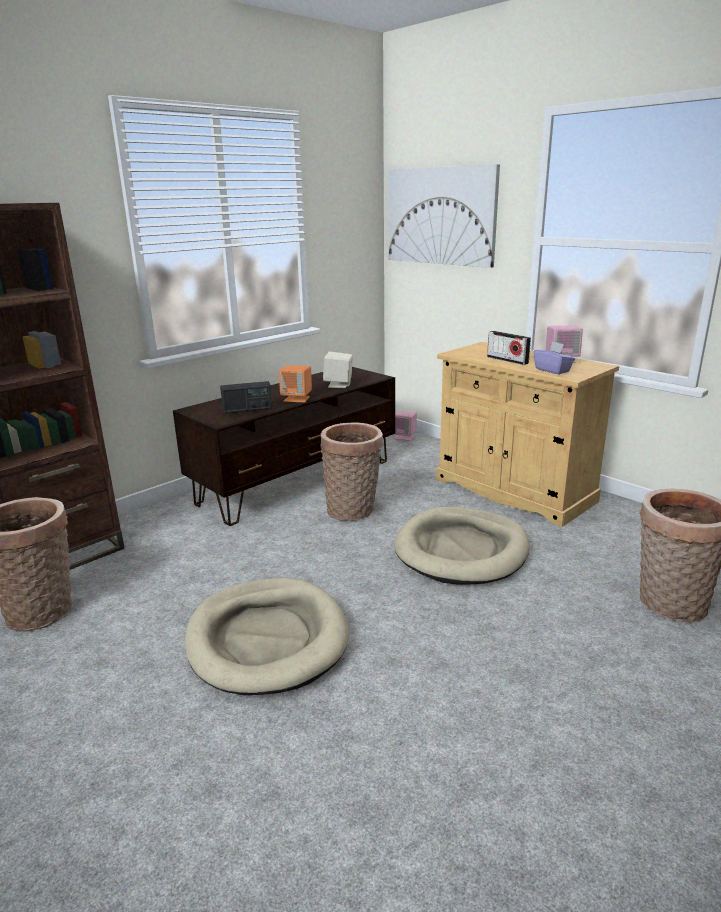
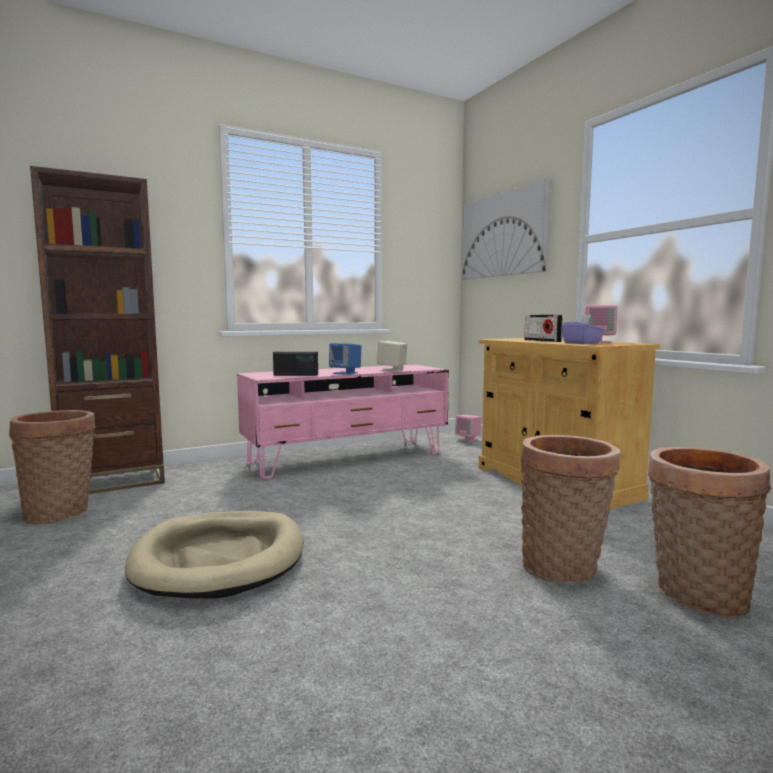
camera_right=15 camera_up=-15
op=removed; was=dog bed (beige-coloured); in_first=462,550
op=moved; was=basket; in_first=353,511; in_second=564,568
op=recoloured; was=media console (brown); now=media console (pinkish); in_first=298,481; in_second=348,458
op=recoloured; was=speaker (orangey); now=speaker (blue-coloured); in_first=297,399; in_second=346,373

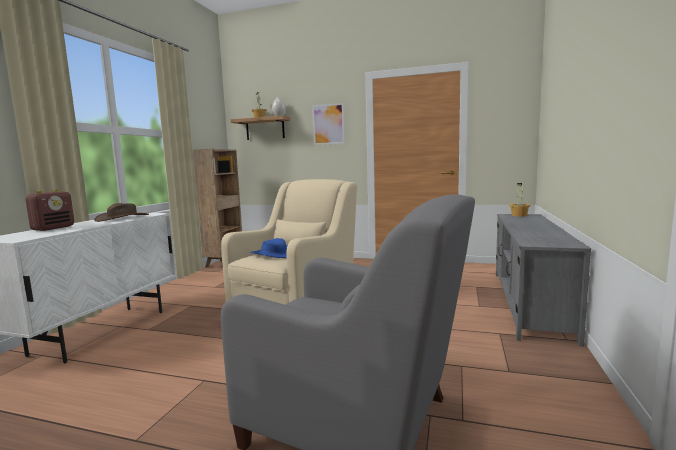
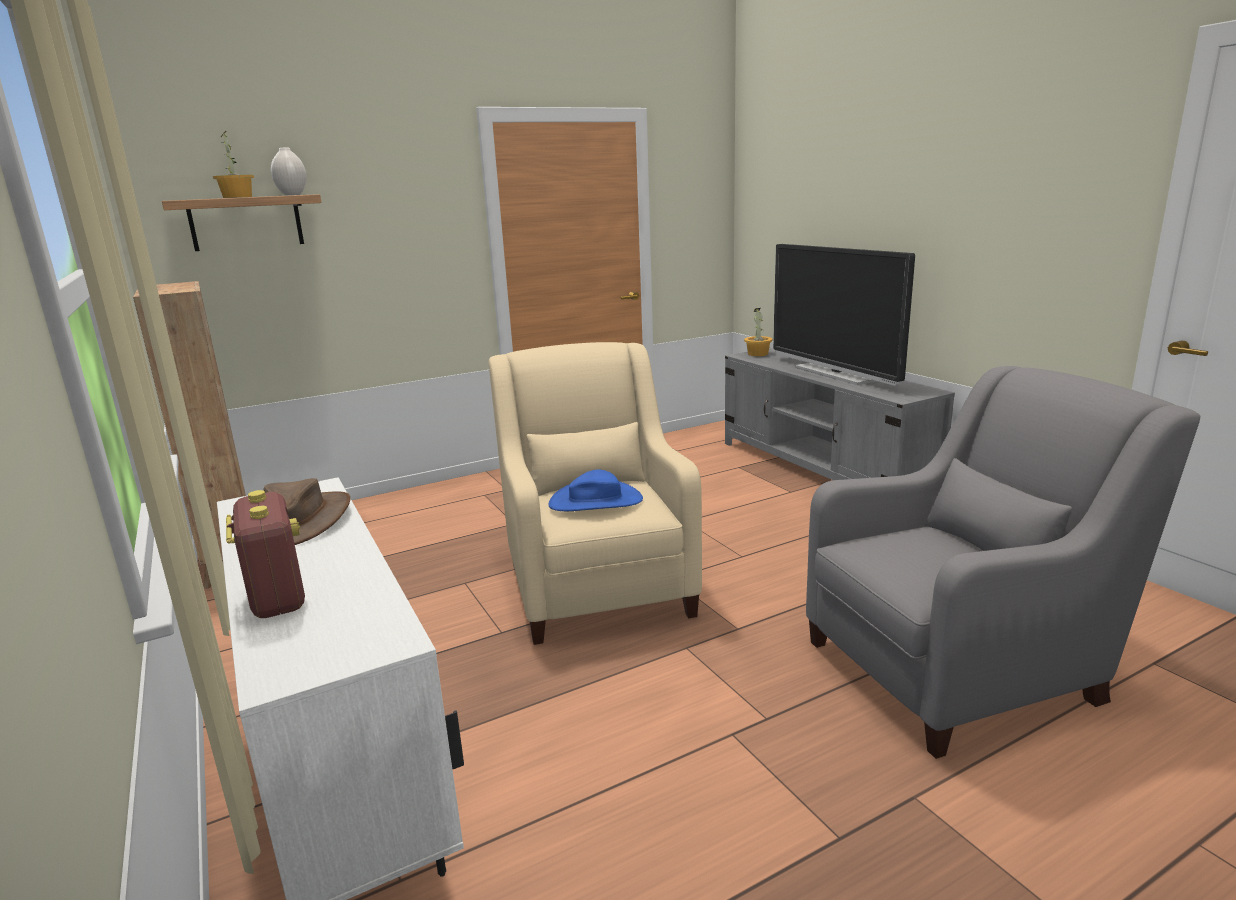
camera_right=-45 camera_up=10
op=removed; was=wall art; in_first=328,124
op=added; now=television; in_second=835,373

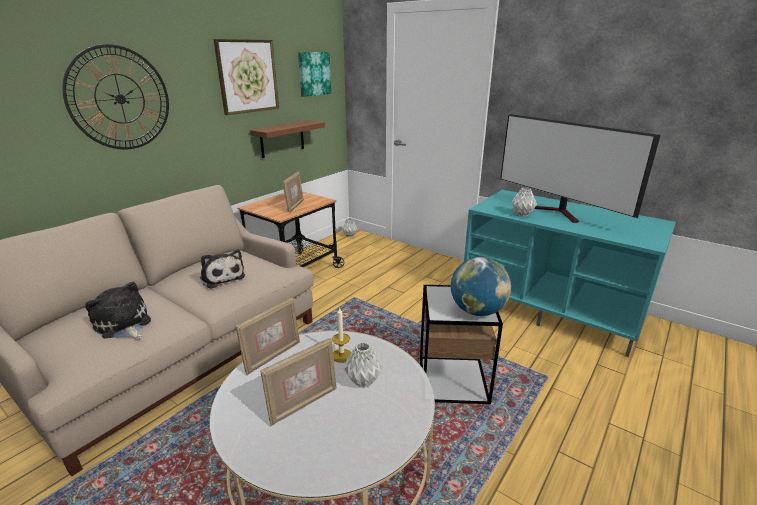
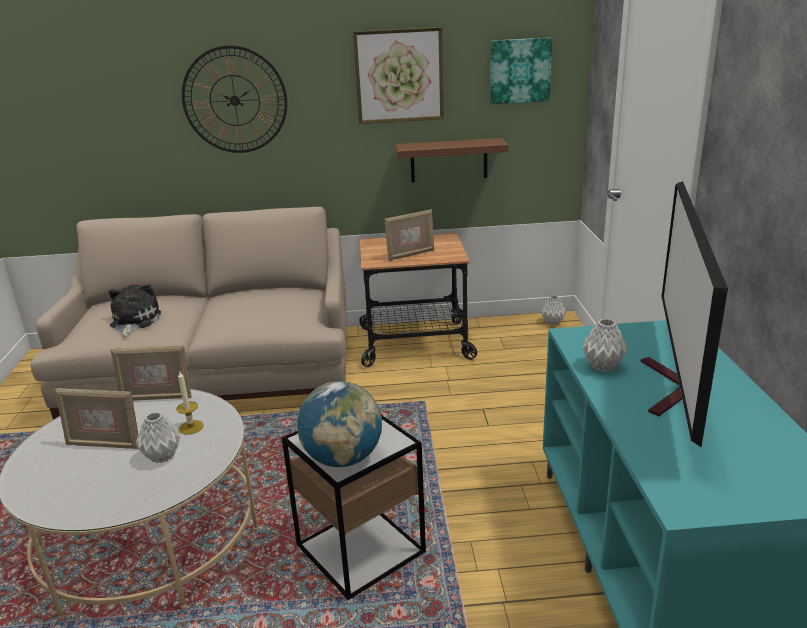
camera_right=50 camera_up=0
op=removed; was=soft toy; in_first=222,277

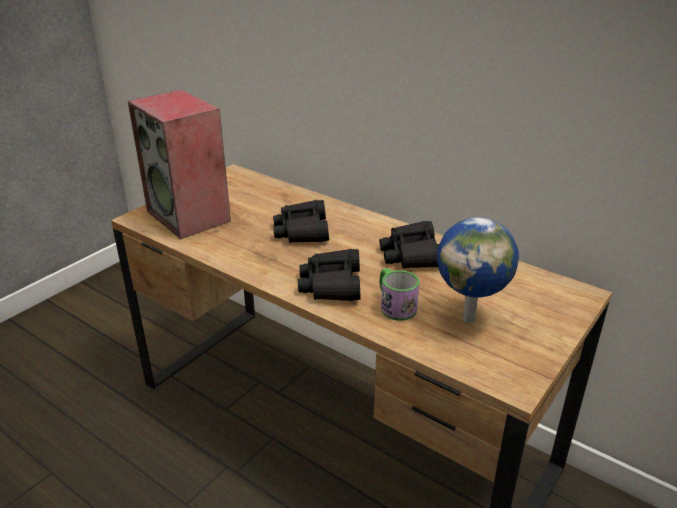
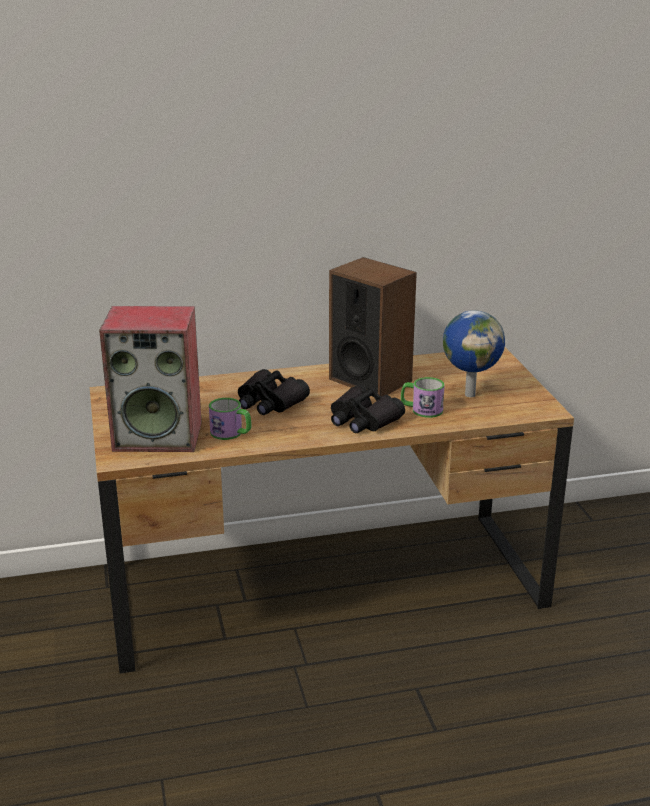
camera_right=-50 camera_up=-5
op=added; now=coffee mug; in_second=231,433
op=replaced; was=binoculars (black); now=speaker; in_first=412,255; in_second=370,380

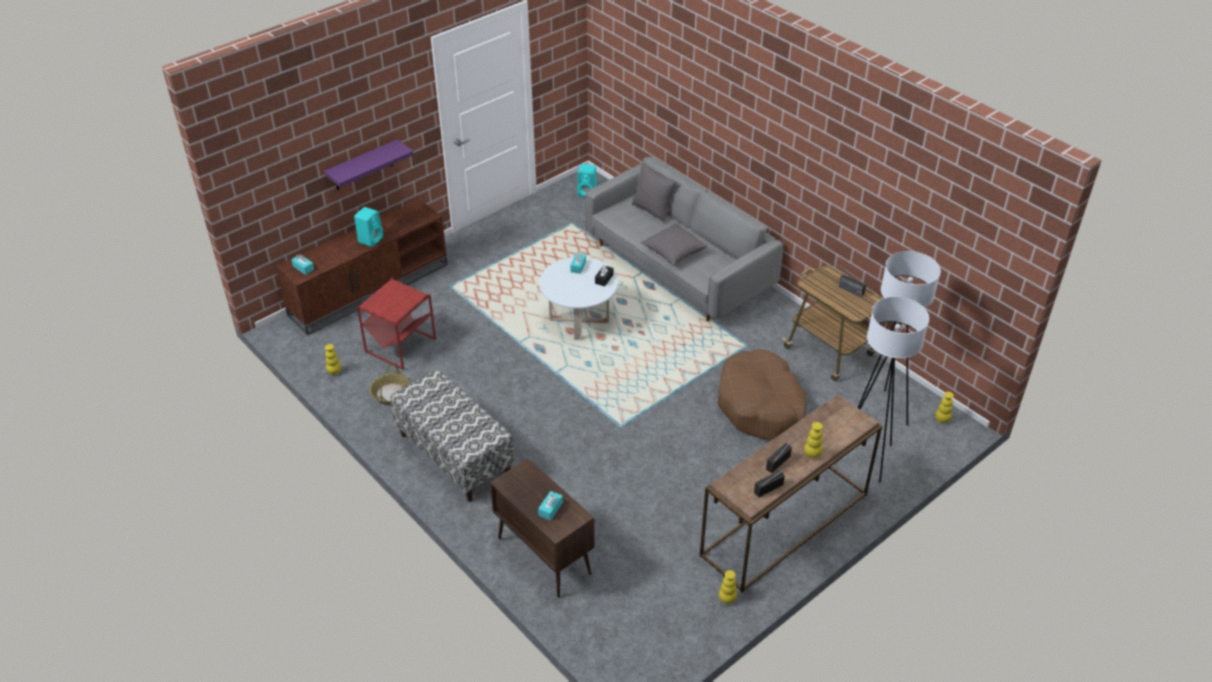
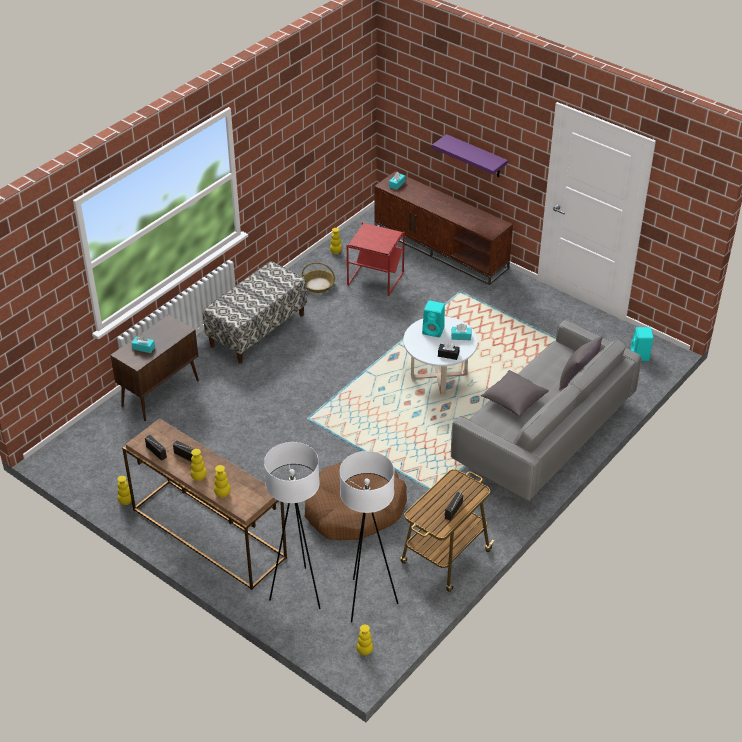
camera_right=80 camera_up=0
op=added; now=vase (yellow-coloured); in_second=222,494
op=moved; was=speaker (blue-green); in_first=371,239; in_second=434,331

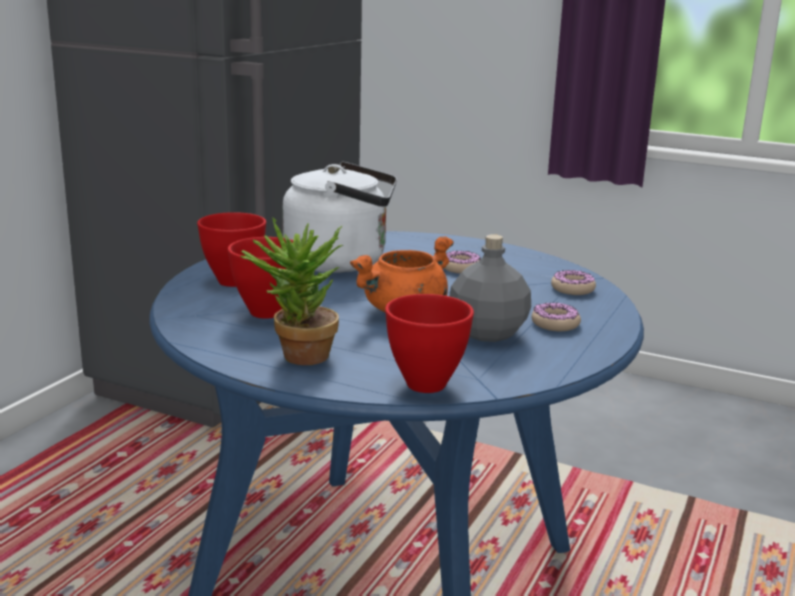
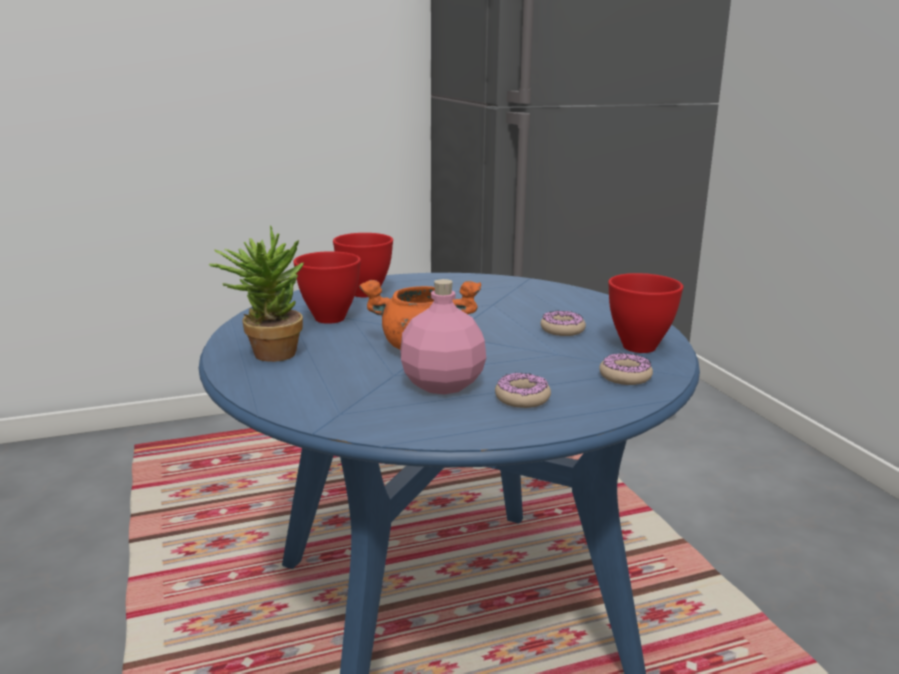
camera_right=45 camera_up=0
op=removed; was=water kettle (white); in_first=342,262
op=moved; was=bowl (red-coloured); in_first=427,385; in_second=639,348
op=recoloured; was=bottle (gray); now=bottle (pinkish); in_first=488,333; in_second=441,385

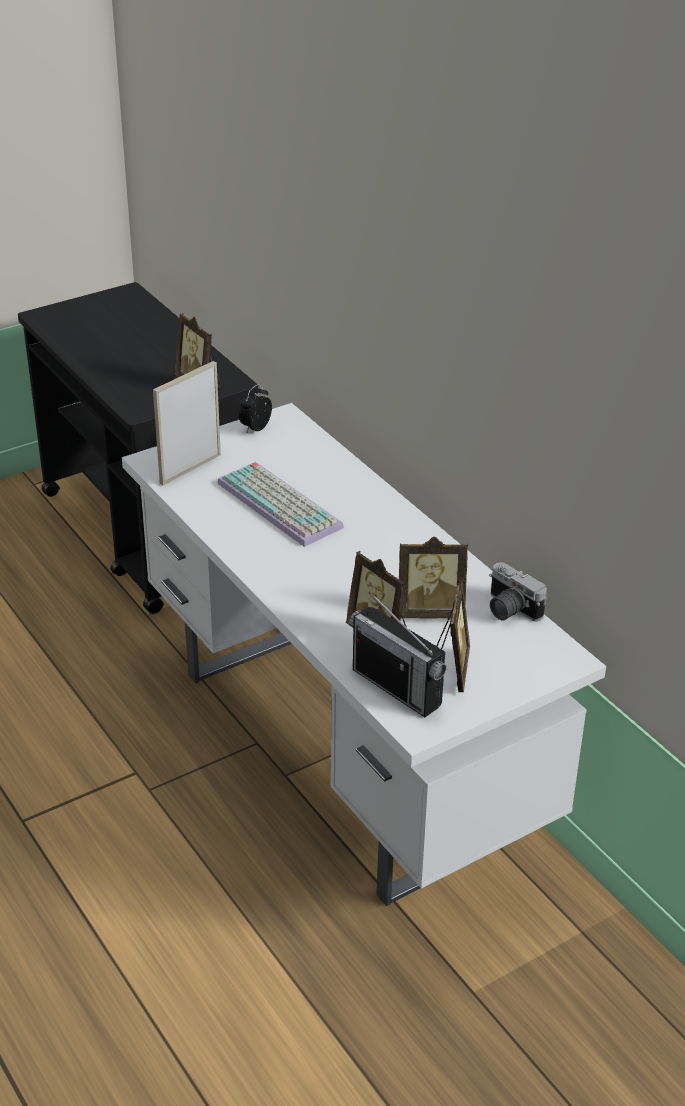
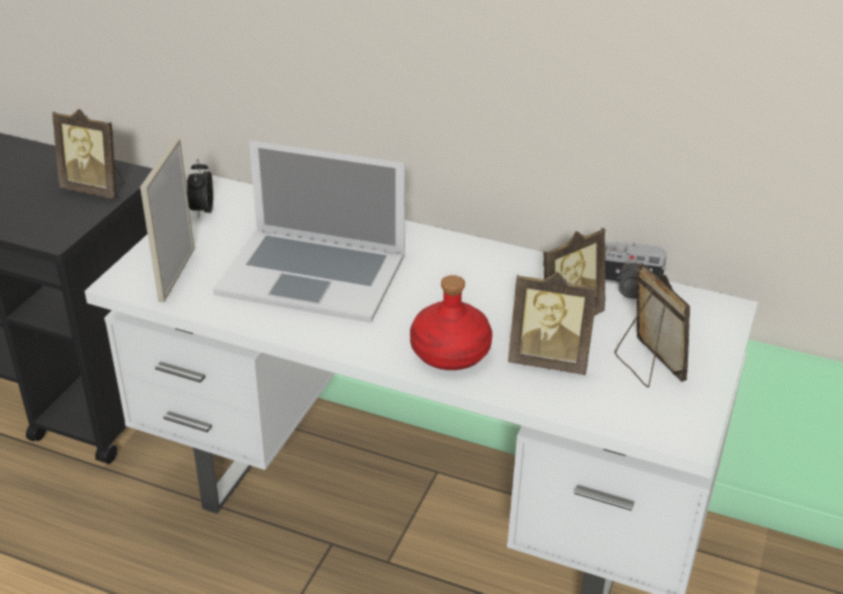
camera_right=-35 camera_up=0
op=removed; was=radio; in_first=396,687
op=added; now=bottle (red-coloured); in_second=449,352
op=replaced; was=computer keyboard; now=notebook computer; in_first=282,505; in_second=312,274

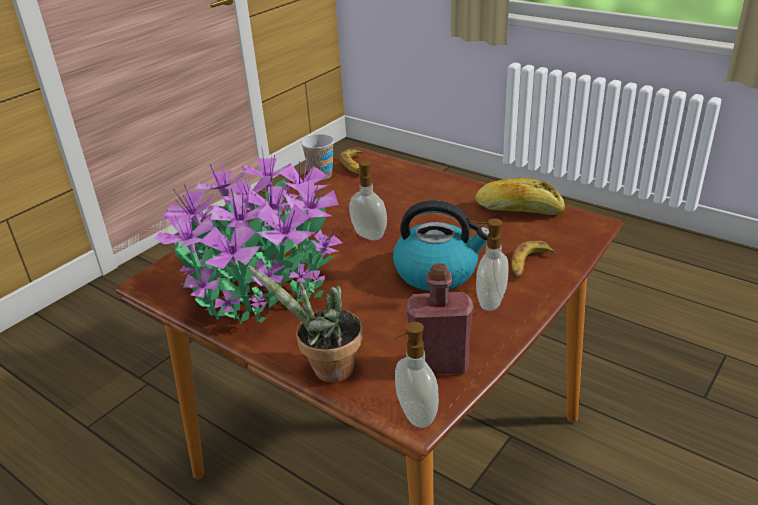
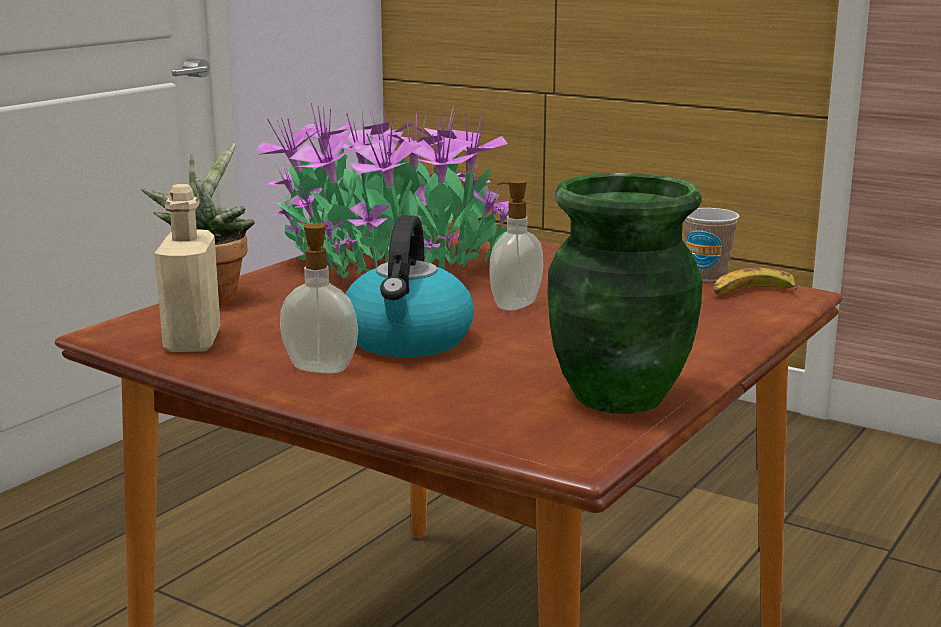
camera_right=85 camera_up=-15
op=removed; was=soap bottle; in_first=415,415
op=removed; was=whole banana; in_first=528,264
op=replaced; was=bakery bread; now=vase (greenish); in_first=518,210; in_second=617,396
op=recoloured; was=bottle (red-coloured); now=bottle (beige-coloured); in_first=439,364; in_second=192,341

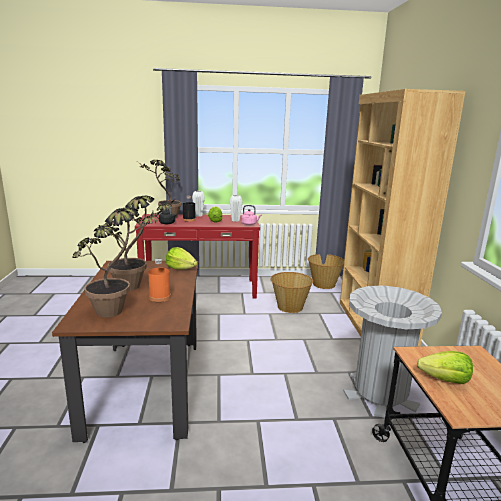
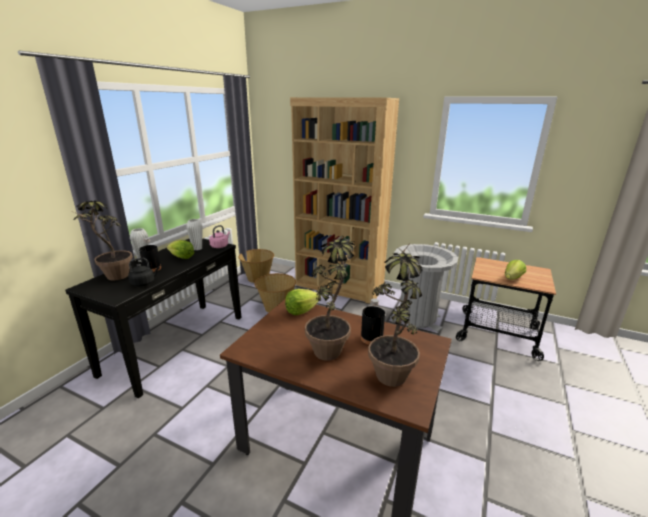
camera_right=-60 camera_up=5
op=recoloured; was=console table (red-coloured); now=console table (black); in_first=200,288; in_second=176,343
op=recoloured; was=bottle (orangey); now=bottle (black); in_first=160,297; in_second=371,338

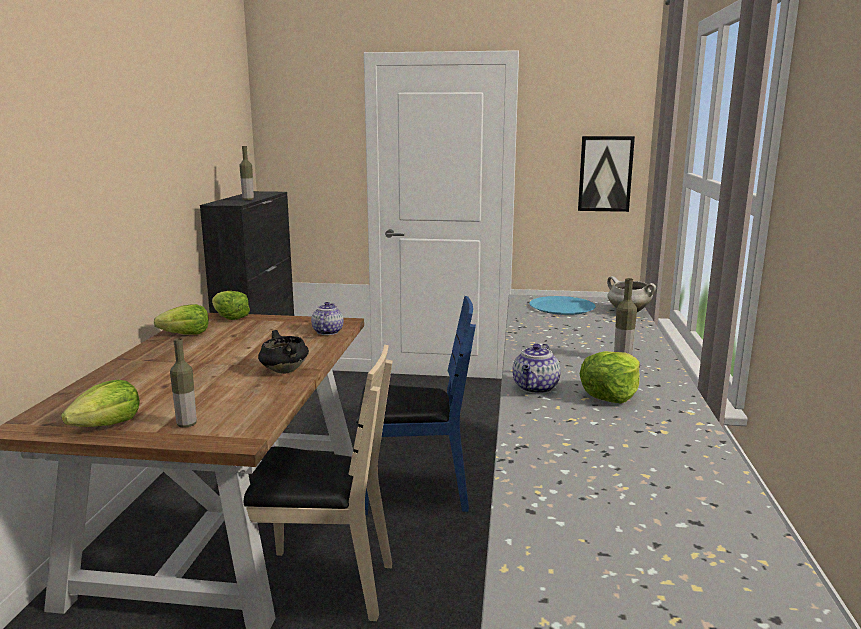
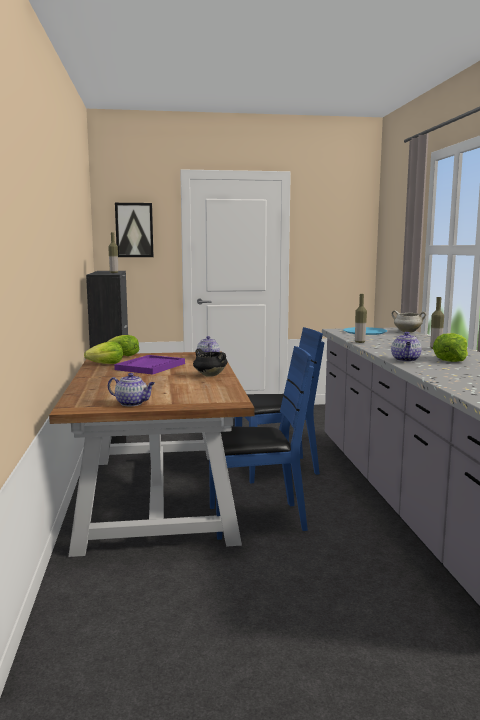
camera_right=-15 camera_up=-5
op=added; now=serving tray (purple-coloured); in_second=150,367
op=moved; was=bottle; in_first=187,424; in_second=360,342
op=moved; was=wall art; in_first=605,174; in_second=134,230
op=replaced; was=lettuce head; now=teapot; in_first=107,425; in_second=132,403
op=recoloured; was=chair (beige-coloured); now=chair (blue-coloured); in_first=320,586; in_second=255,520

